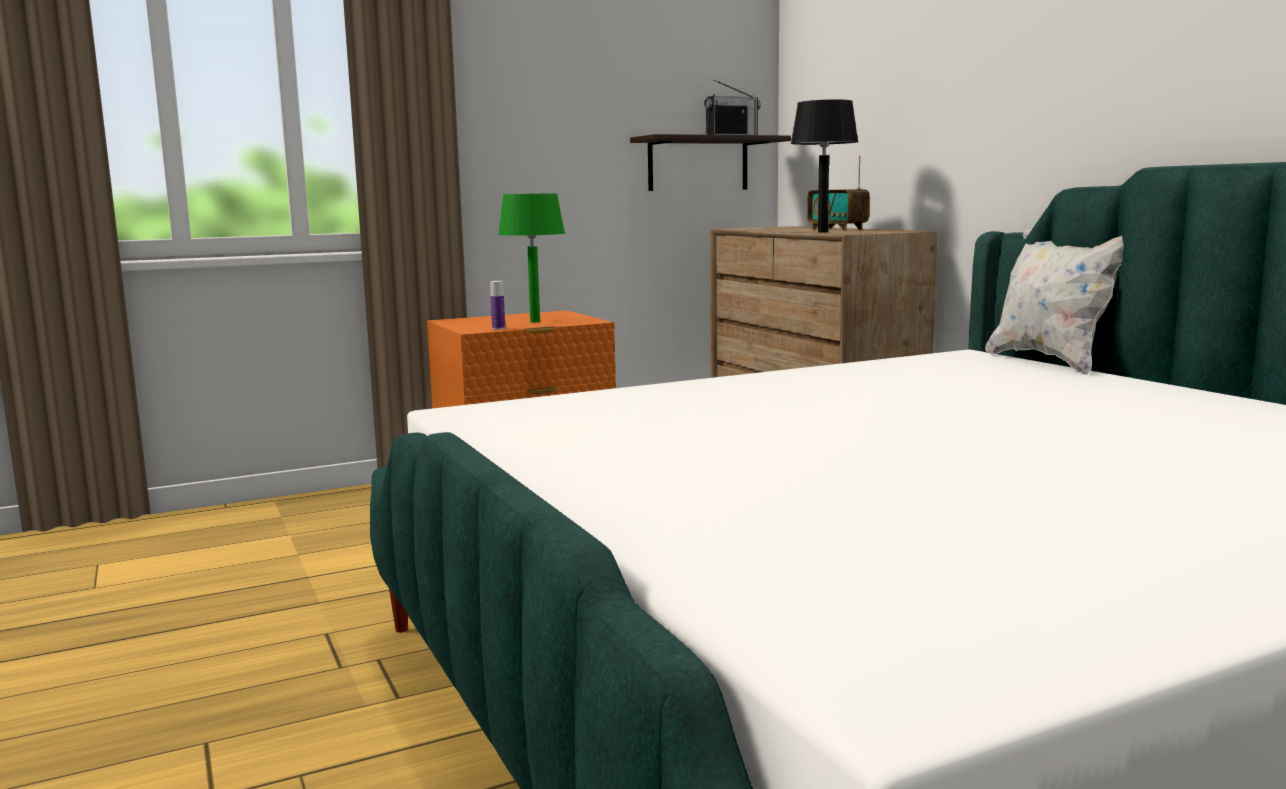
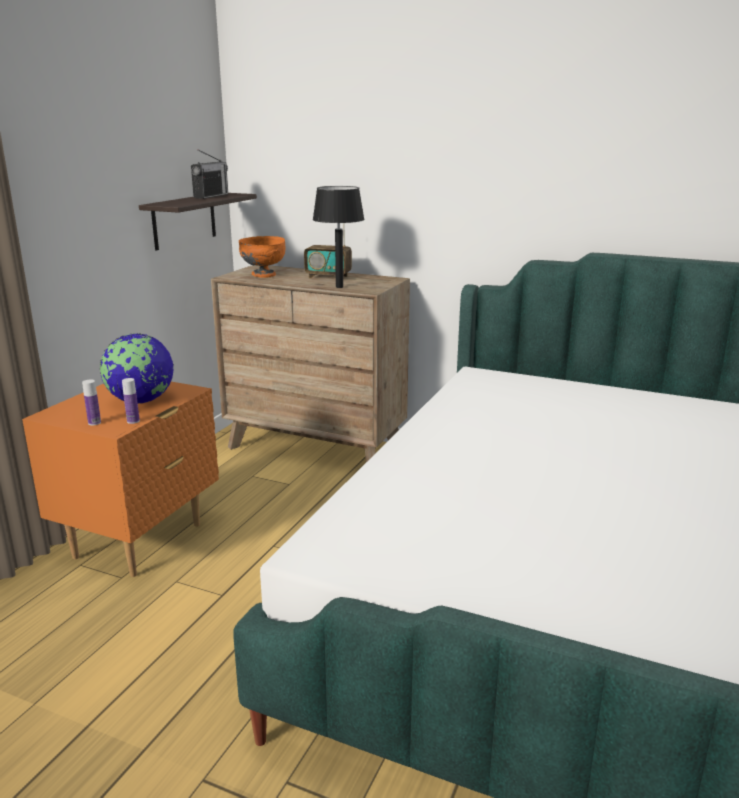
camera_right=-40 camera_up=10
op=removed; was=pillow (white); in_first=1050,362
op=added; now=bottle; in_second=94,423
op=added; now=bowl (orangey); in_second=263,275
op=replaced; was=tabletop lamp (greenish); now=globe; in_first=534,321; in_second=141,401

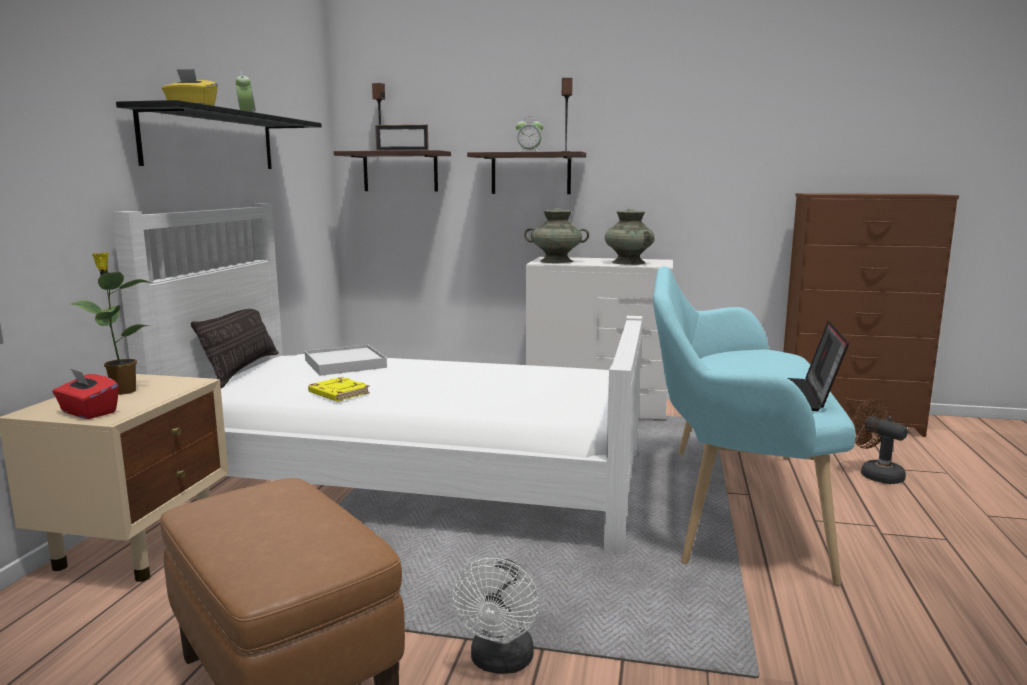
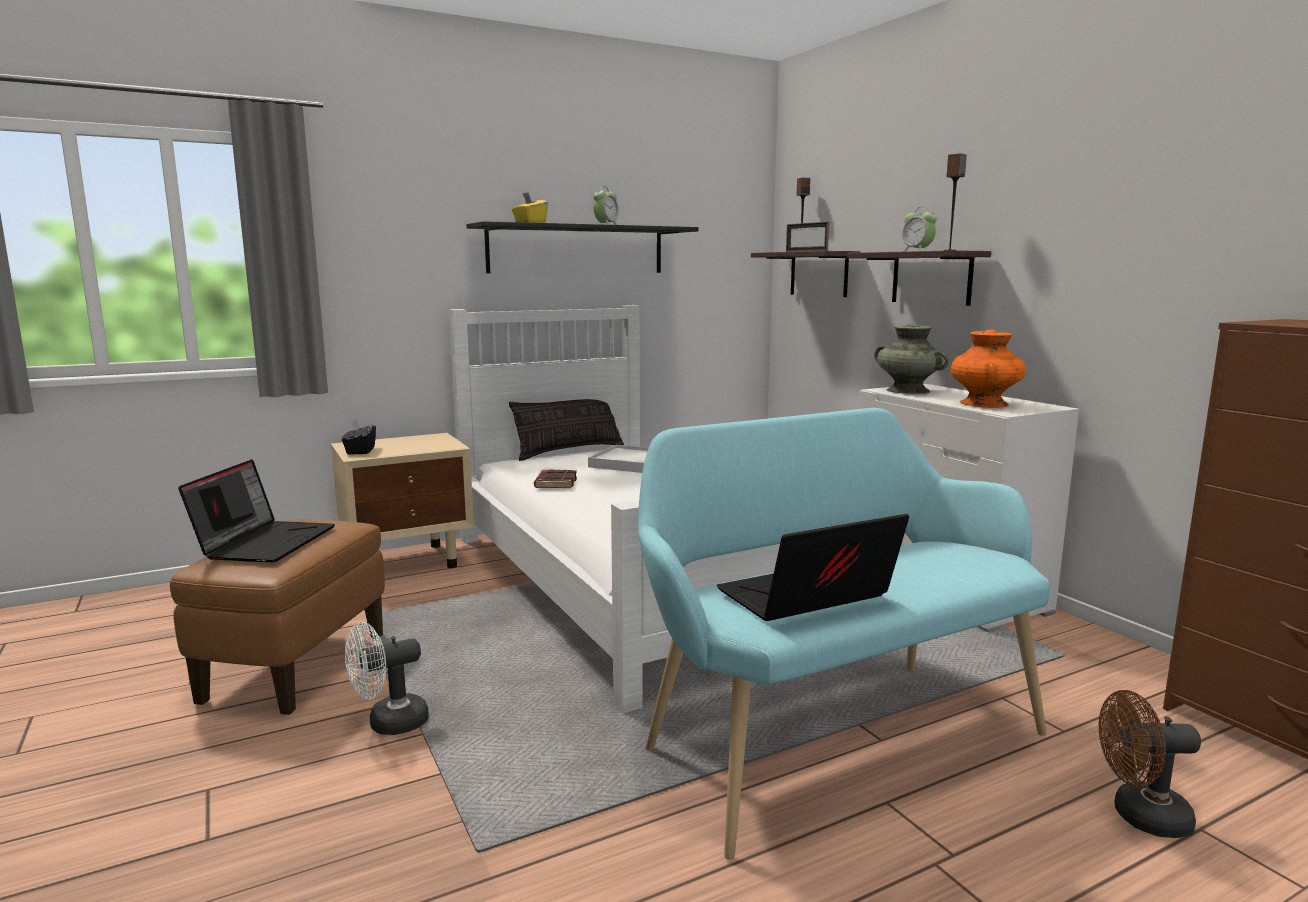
camera_right=50 camera_up=0
op=removed; was=potted plant; in_first=122,391
op=added; now=notebook computer; in_second=265,542
op=recoloured; was=tissue box (red-coloured); now=tissue box (black); in_first=88,412; in_second=360,451
op=recoloured; was=volume (yellow-coloured); now=volume (brown); in_first=338,394; in_second=555,483
op=recoloured; was=vase (blue-green); now=vase (orangey); in_first=628,263; in_second=984,404
op=turned; was=fan (brown); in_first=875,474; in_second=1140,817; clockwise=-105

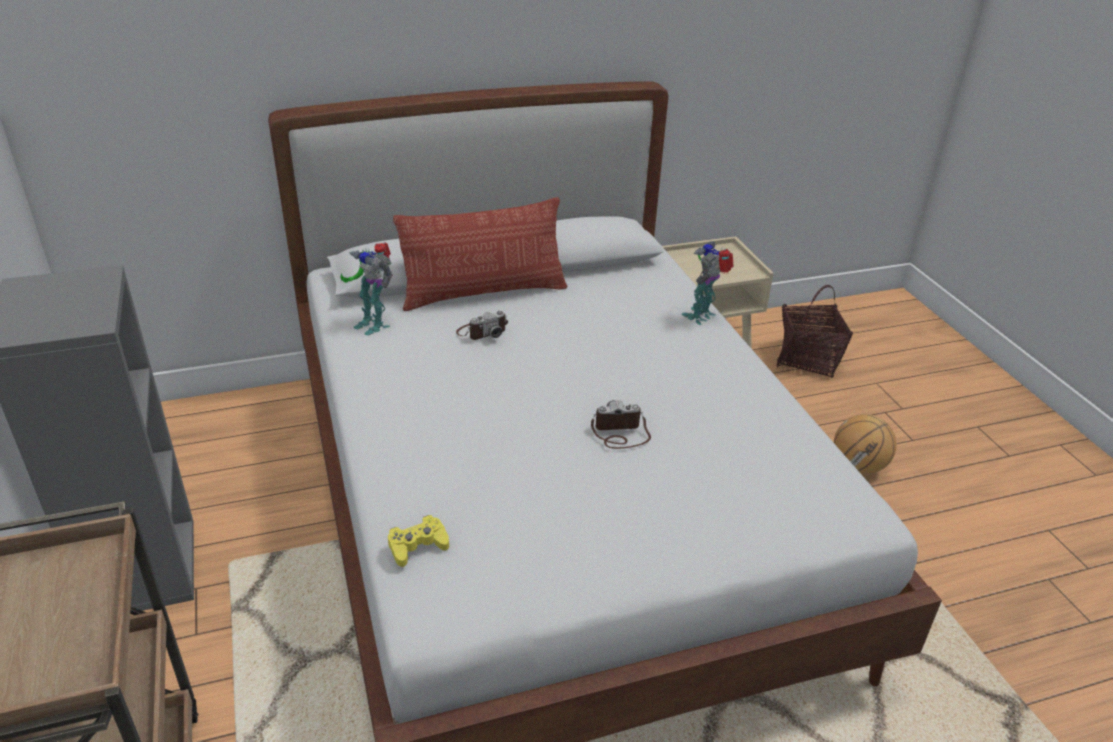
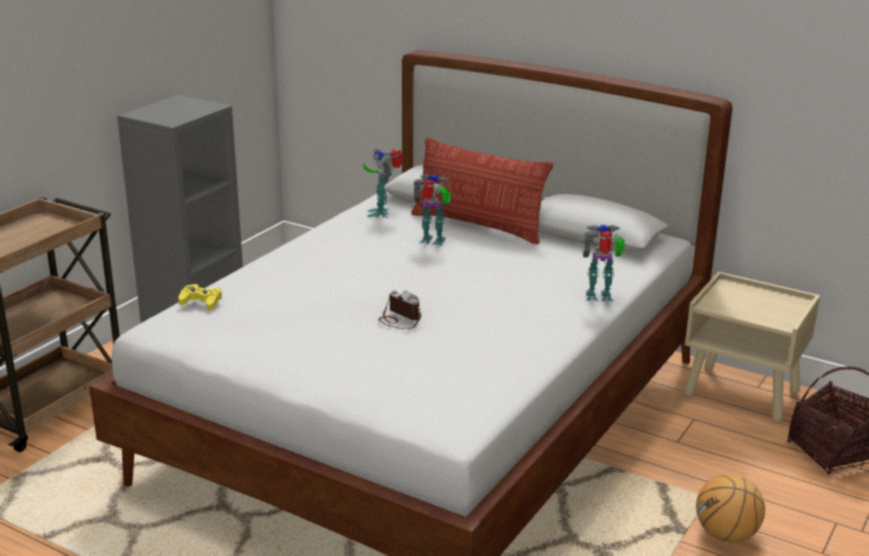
camera_right=50 camera_up=-10
op=replaced; was=photo camera; now=model robot; in_first=482,331; in_second=433,242

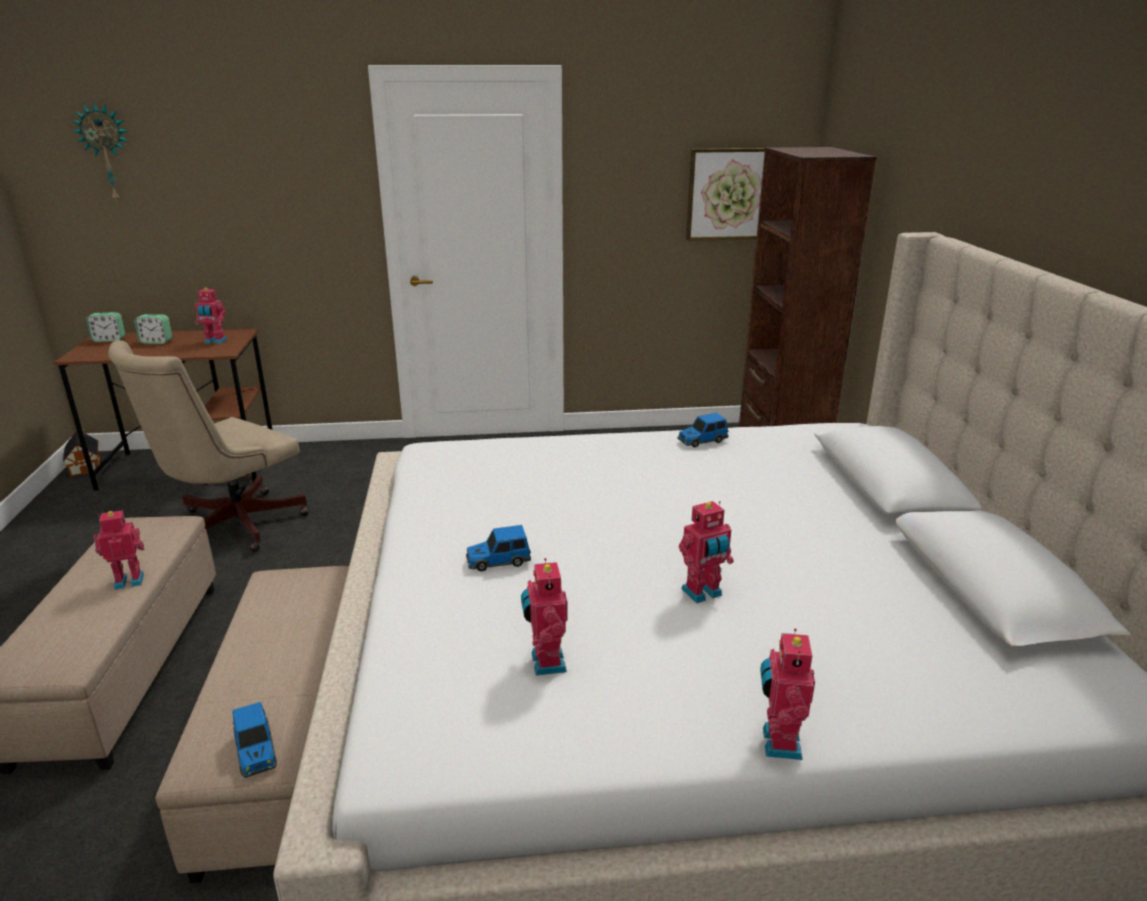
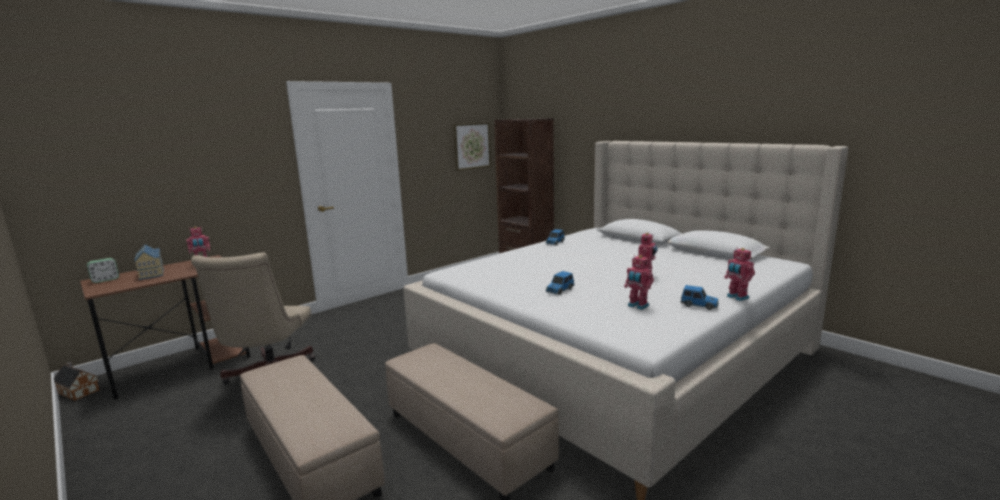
camera_right=-35 camera_up=-10
op=removed; was=wall clock; in_first=107,153
op=removed; was=model robot; in_first=129,580
op=moved; was=toy car; in_first=256,752; in_second=699,305
op=replaced; was=alarm clock; now=miniature house; in_first=156,342; in_second=152,273

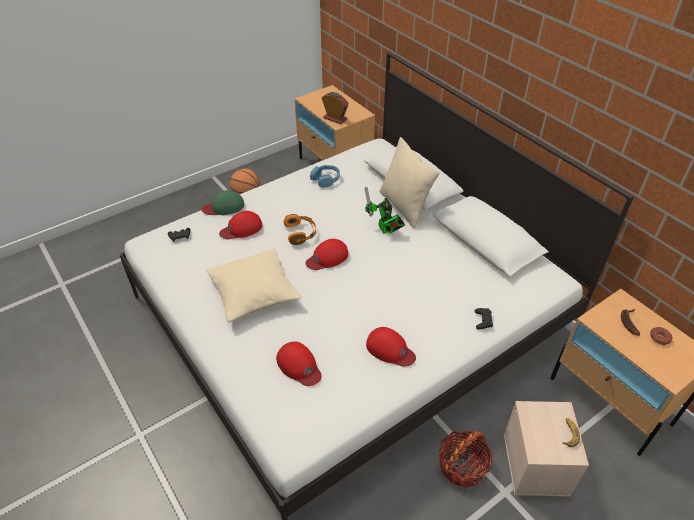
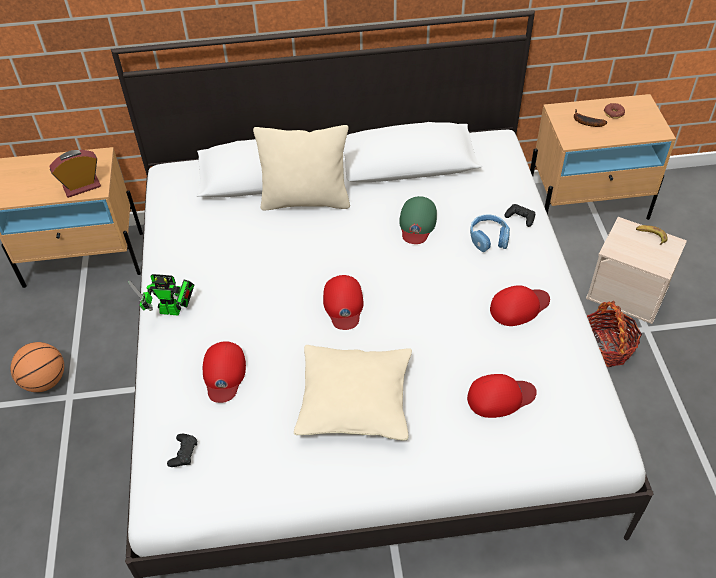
camera_right=-60 camera_up=5
op=removed; was=headphones (orangey); in_first=301,233
op=moved; was=cap (greenish); in_first=224,207; in_second=417,223
op=moved; was=headphones (blue-coloured); in_first=326,179; in_second=488,238
op=moved; was=model robot; in_first=385,230; in_second=173,311

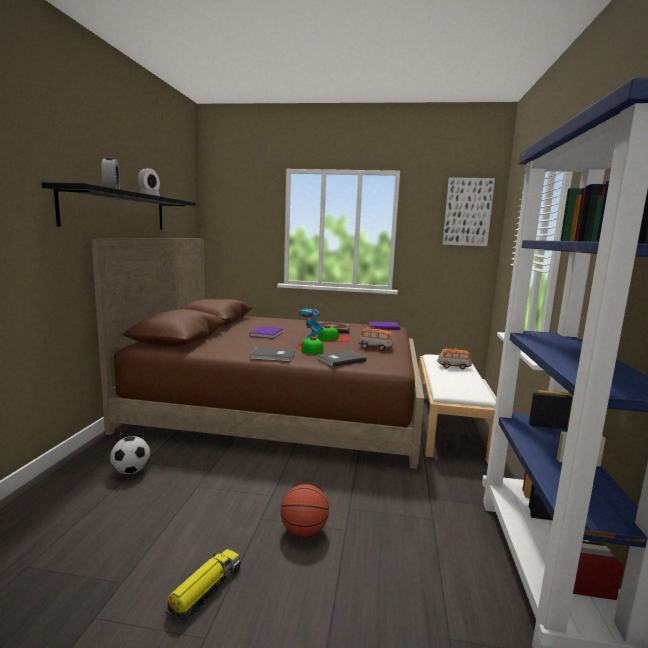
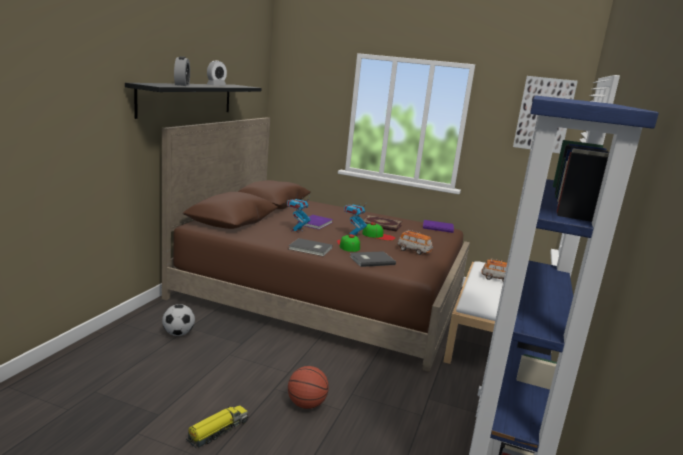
camera_right=10 camera_up=5
op=added; now=model robot; in_second=296,231

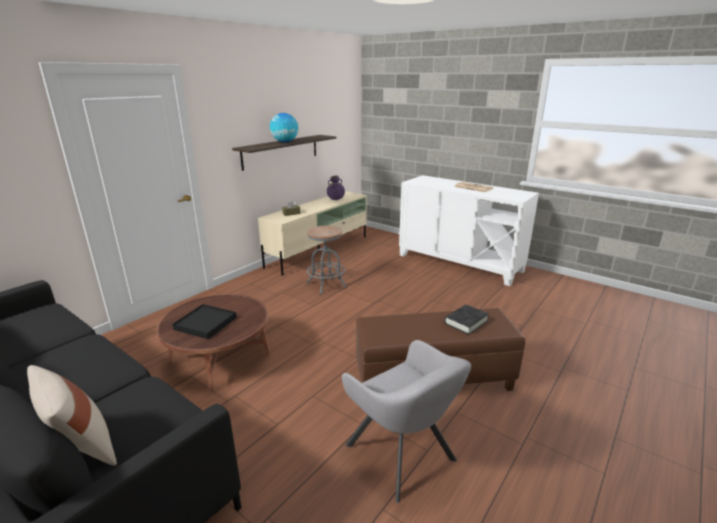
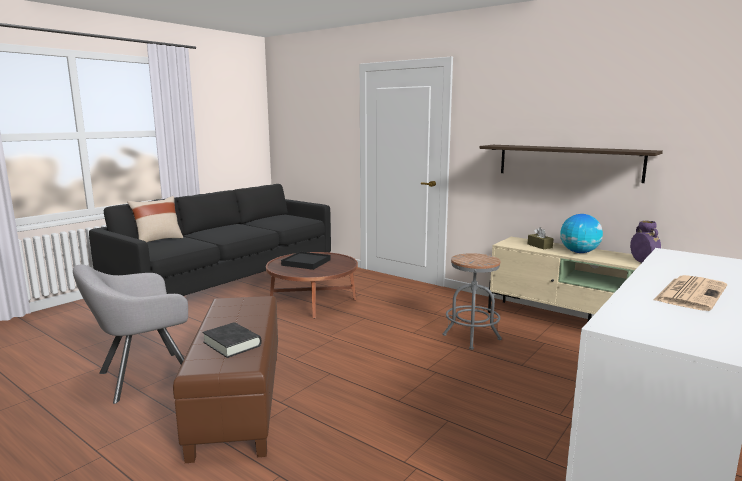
camera_right=90 camera_up=-10
op=moved; was=globe; in_first=284,142; in_second=579,252

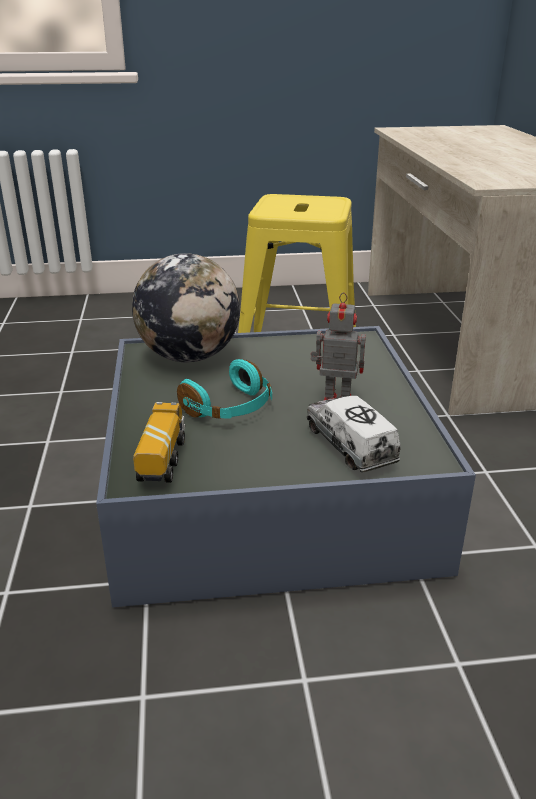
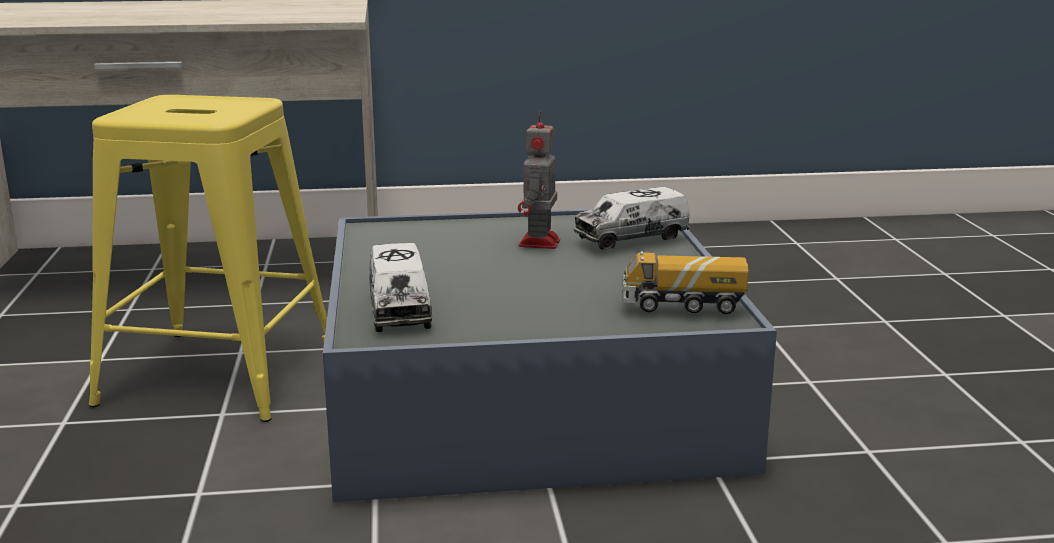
camera_right=-90 camera_up=-10
op=removed; was=headphones (blue-green); in_first=230,408
op=replaced; was=globe; now=toy truck; in_first=189,356; in_second=399,309

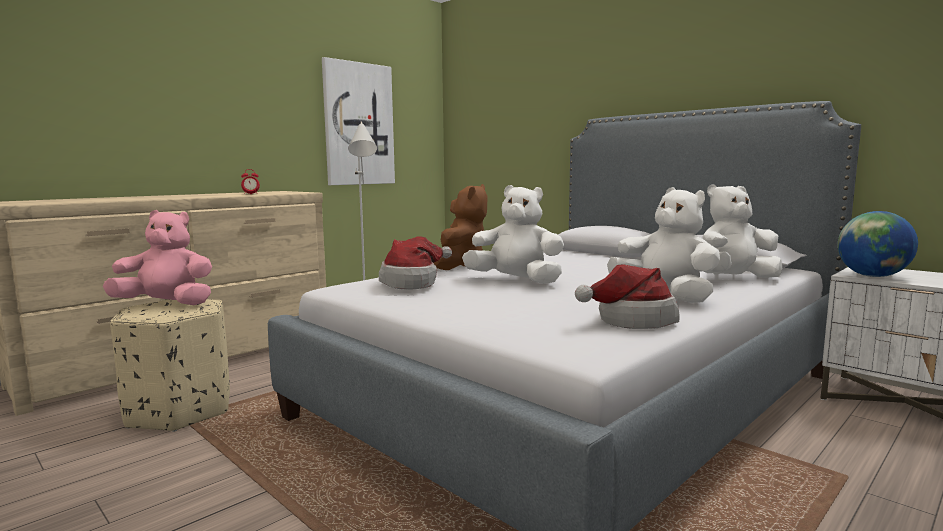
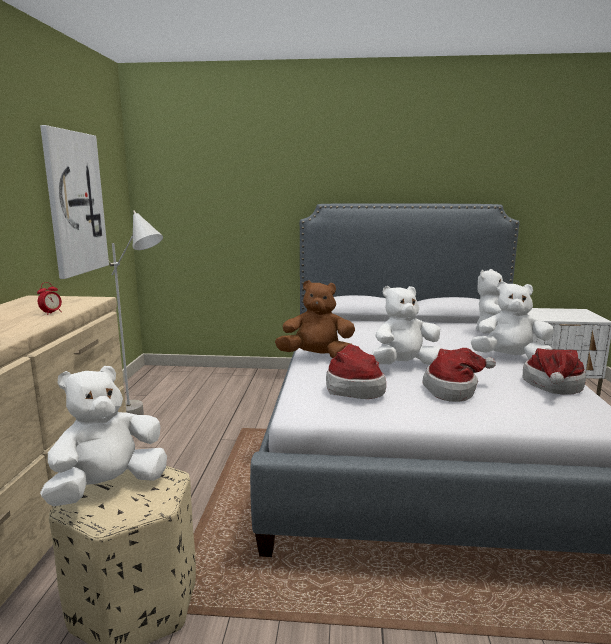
camera_right=-40 camera_up=5
op=removed; was=globe; in_first=872,276
op=added; now=hat; in_second=454,389
op=recoloured; was=soft toy (pinkish); now=soft toy (white); in_first=167,304; in_second=109,487
op=turned; was=soft toy (brown); in_first=459,266; in_second=317,357; clockwise=-60

